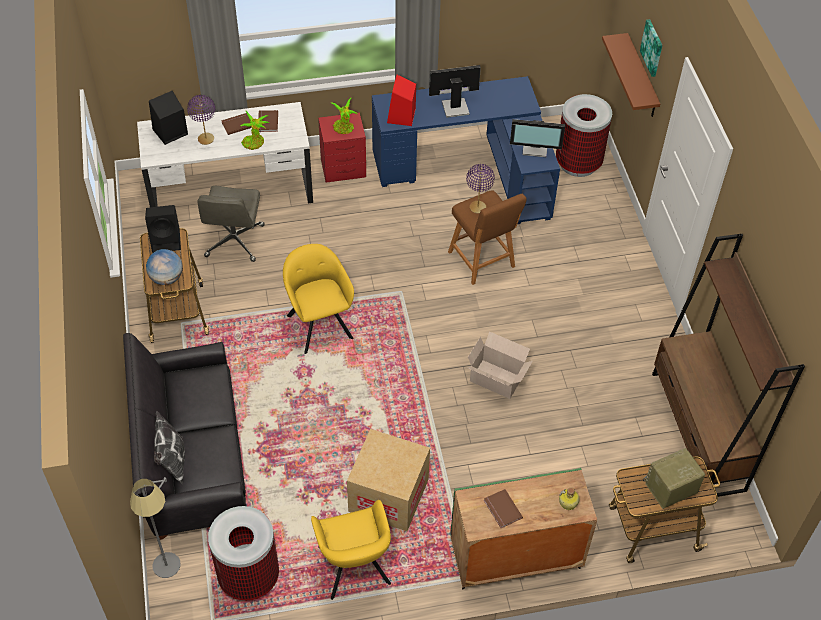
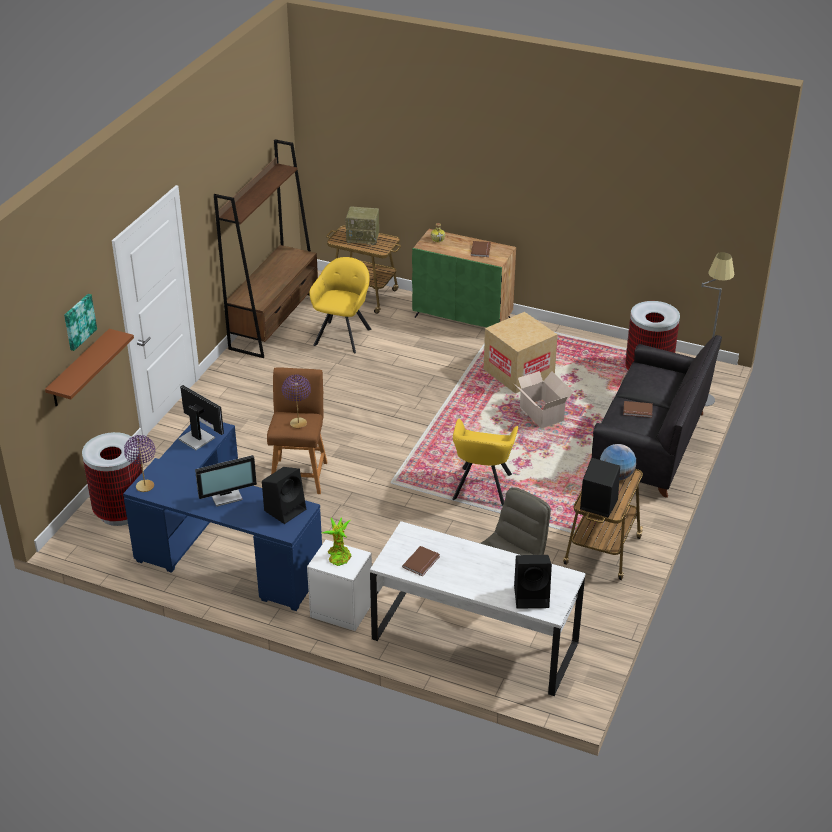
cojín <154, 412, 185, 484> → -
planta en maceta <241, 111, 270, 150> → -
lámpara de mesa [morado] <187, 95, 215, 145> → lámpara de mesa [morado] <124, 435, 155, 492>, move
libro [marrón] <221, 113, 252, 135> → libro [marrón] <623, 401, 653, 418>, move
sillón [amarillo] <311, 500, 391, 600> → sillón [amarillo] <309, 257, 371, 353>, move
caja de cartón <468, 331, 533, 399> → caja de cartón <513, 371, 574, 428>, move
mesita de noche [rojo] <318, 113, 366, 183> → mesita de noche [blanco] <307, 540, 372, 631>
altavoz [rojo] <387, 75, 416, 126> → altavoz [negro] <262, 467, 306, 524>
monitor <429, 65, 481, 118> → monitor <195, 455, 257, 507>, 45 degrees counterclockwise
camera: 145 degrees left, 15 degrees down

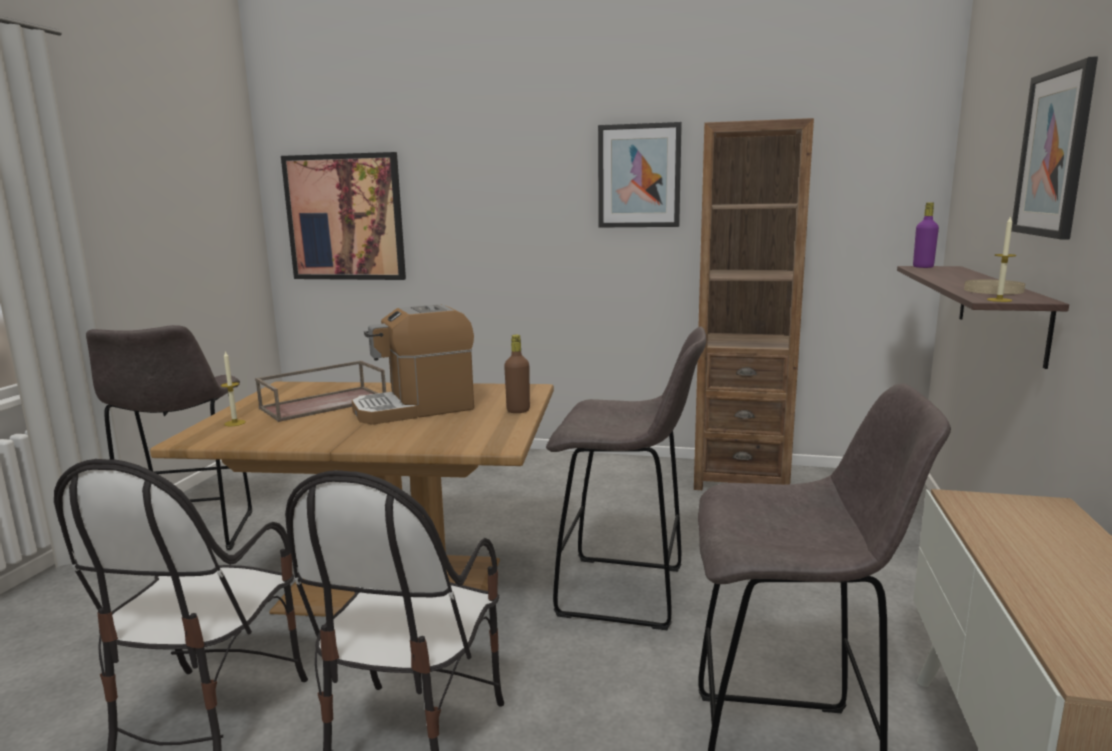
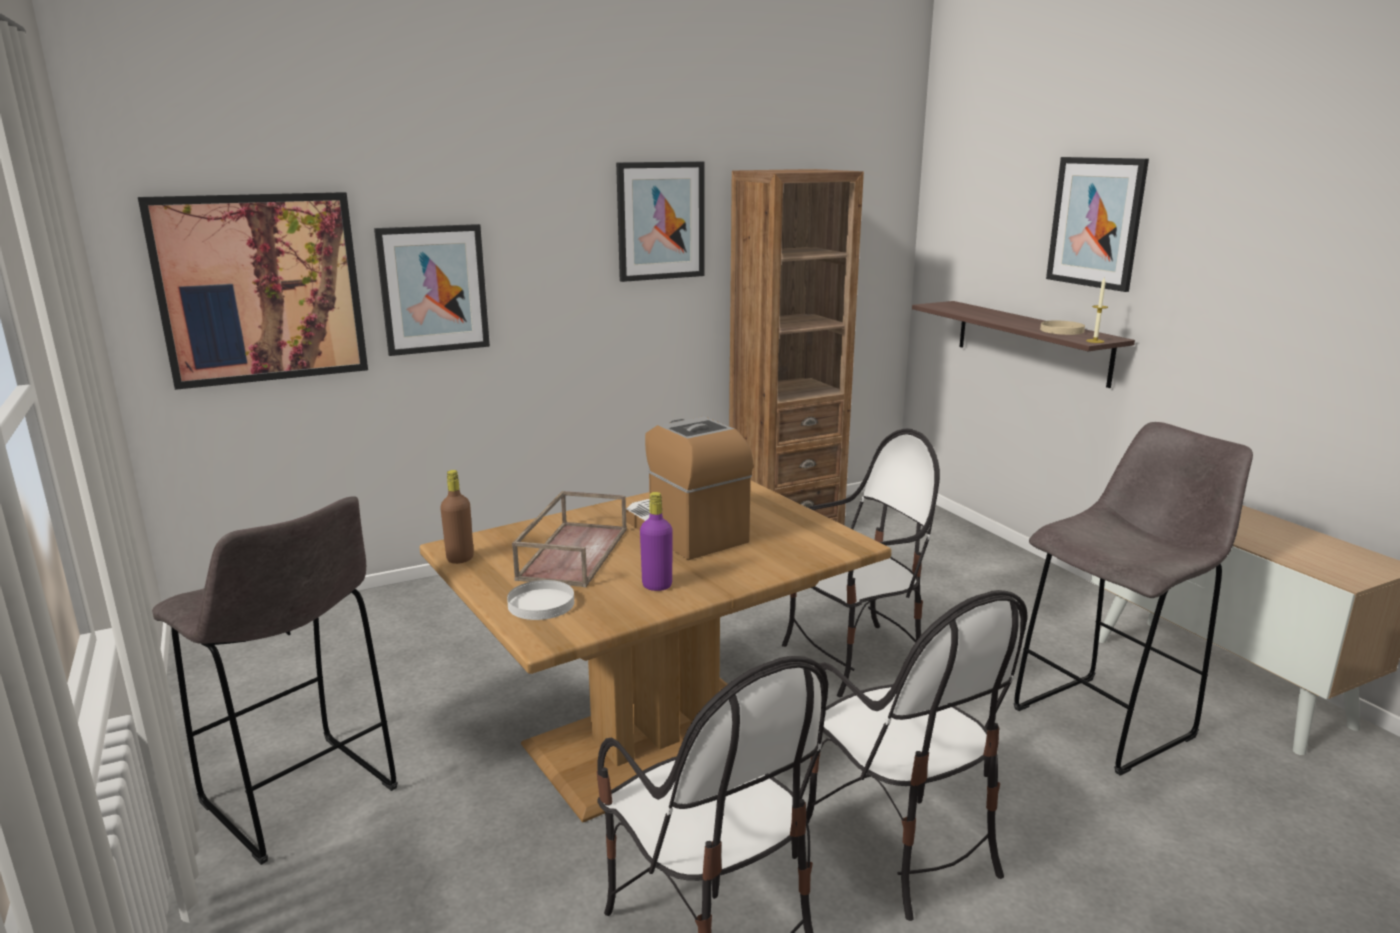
- → cuadro <374, 224, 490, 356>
botella [marrón] <504, 335, 530, 413> → botella [marrón] <440, 470, 474, 564>, move
botella [morado] <913, 202, 939, 268> → botella [morado] <640, 492, 673, 591>, move
vela <221, 351, 246, 427> → plato [blanco] <507, 580, 574, 620>
taburete [gris] <546, 327, 707, 630> → silla <782, 428, 940, 697>
cafetera <352, 304, 474, 425> → cafetera <626, 416, 753, 560>, 120 degrees clockwise
camera: 40 degrees left, 5 degrees up

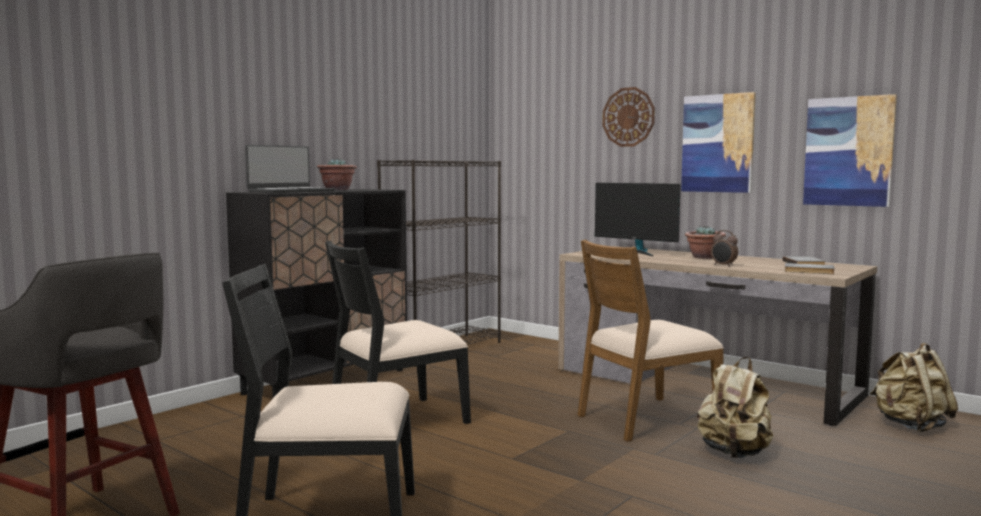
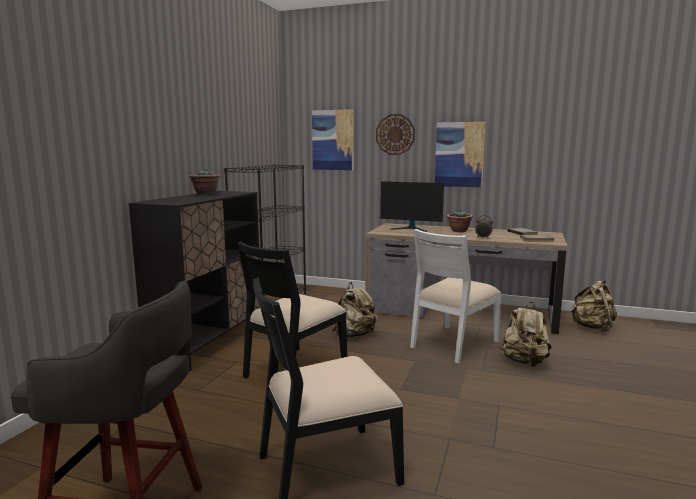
portátil <245, 145, 335, 193> → -
- → mochila [beis] <331, 282, 378, 337>
cuadro <803, 94, 897, 207> → cuadro <312, 109, 354, 170>, move
silla [marrón] <577, 240, 724, 442> → silla [blanco] <410, 229, 502, 363>
camera: 20 degrees left, 5 degrees up

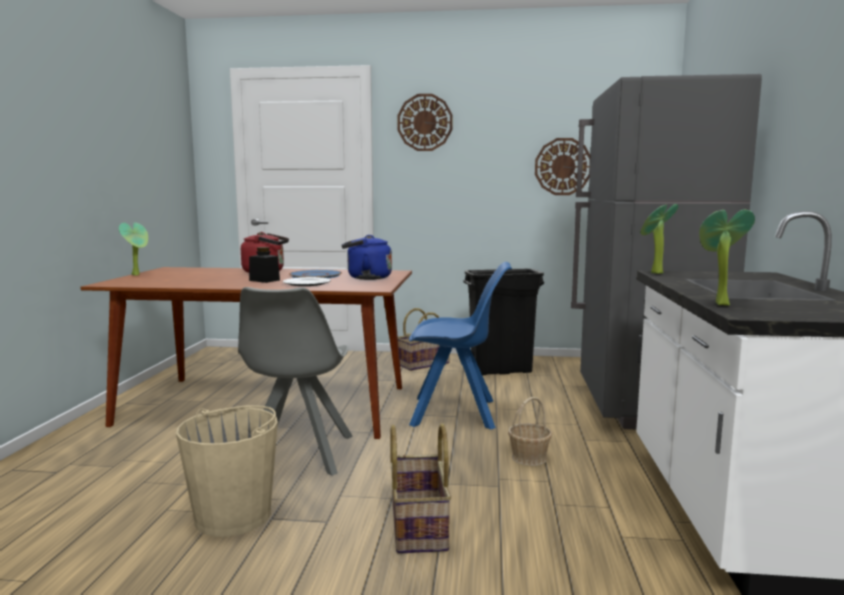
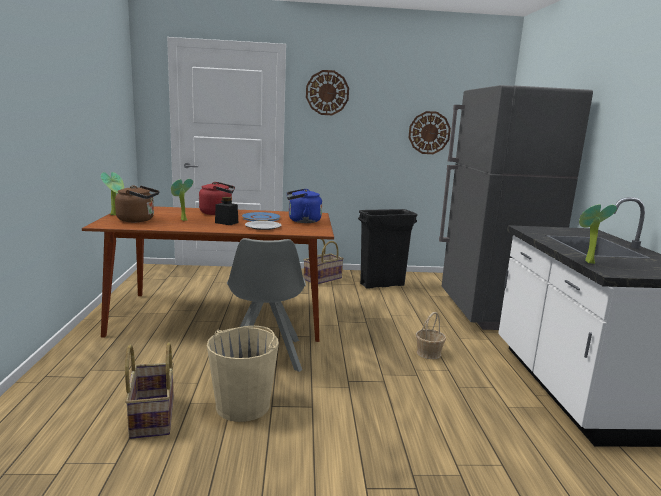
silla [azul] <409, 262, 512, 430> → -
- → hervidor [marrón] <115, 185, 159, 222>
cesta <390, 423, 451, 554> → cesta <125, 342, 174, 439>, move
planta en maceta <640, 204, 678, 274> → planta en maceta <171, 179, 193, 221>, move
camera: 10 degrees left, 5 degrees up

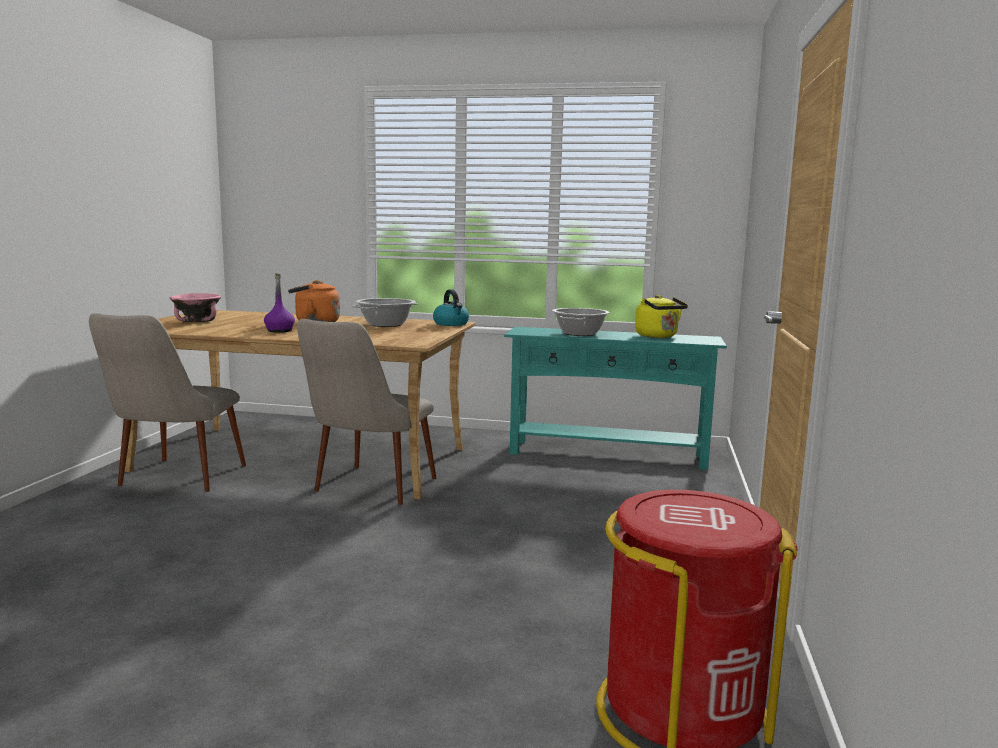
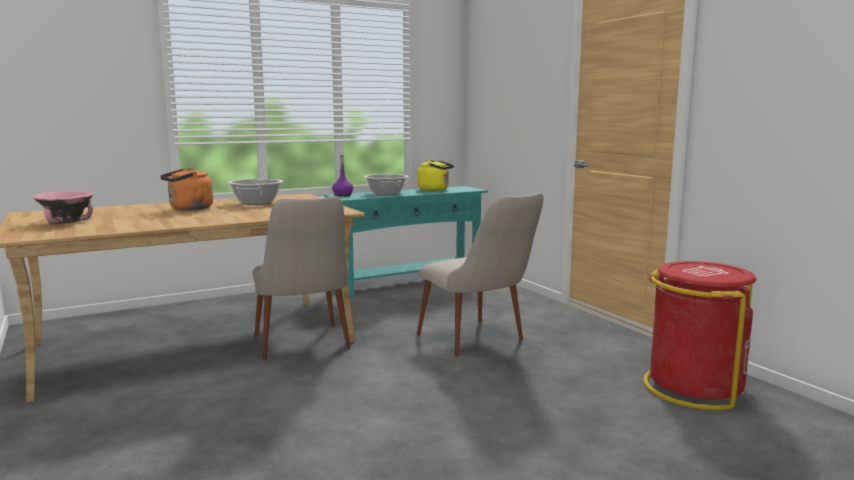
hervidor <433, 289, 469, 326> → -
silla [beis] <89, 313, 246, 492> → silla [beis] <417, 193, 543, 357>, move
botella [morado] <264, 273, 295, 333> → botella [morado] <332, 155, 353, 196>, move
camera: 40 degrees left, 0 degrees up

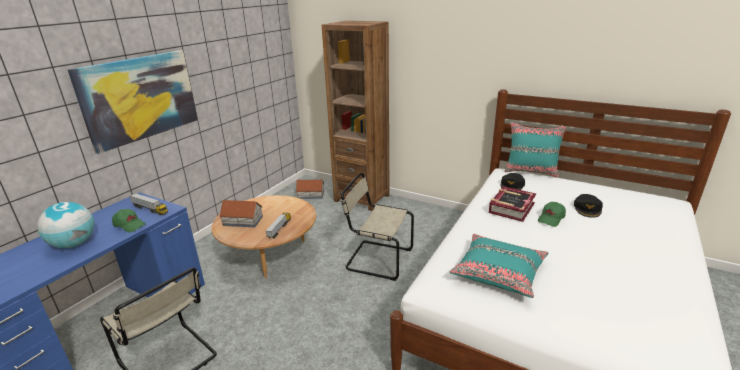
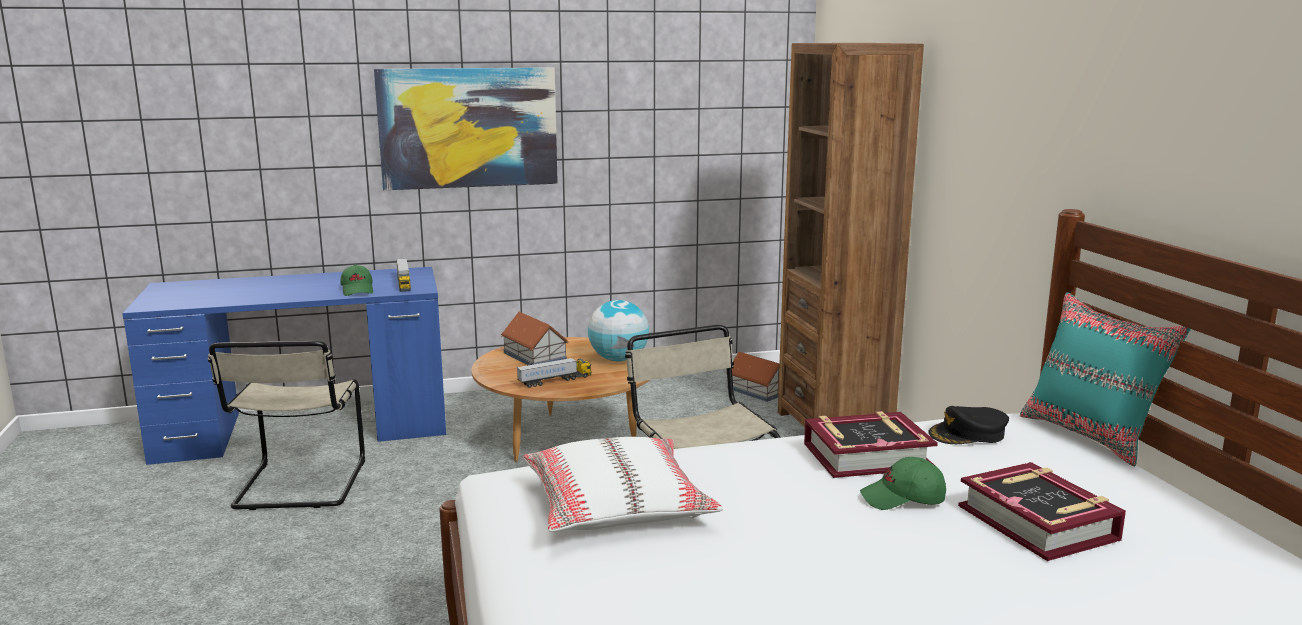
globo terráqueo <37, 202, 94, 248> → globo terráqueo <588, 300, 649, 361>, move
gorra [negro] <574, 194, 603, 218> → libro <958, 462, 1126, 561>
cojín [turquesa] <449, 234, 549, 298> → cojín [blanco] <523, 437, 723, 532>
camera: 45 degrees right, 10 degrees down

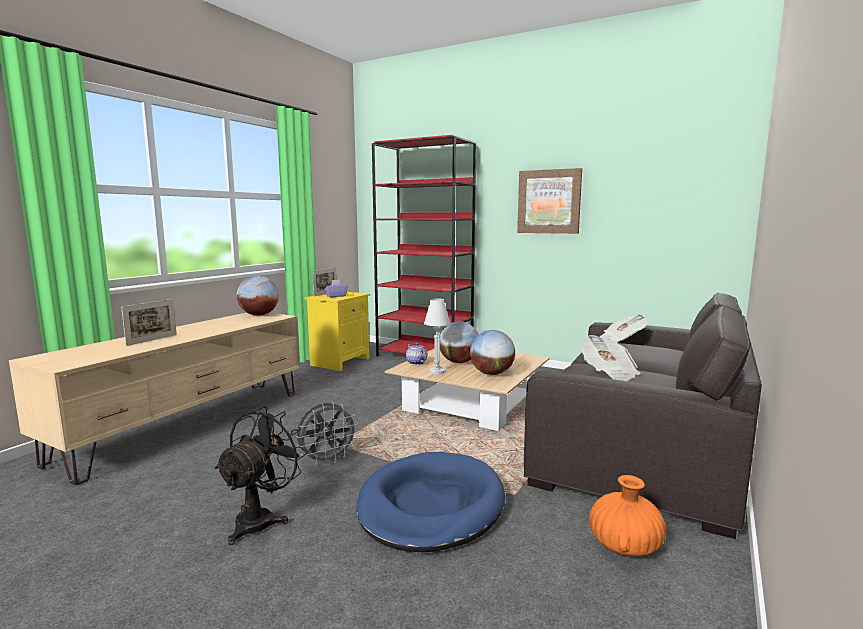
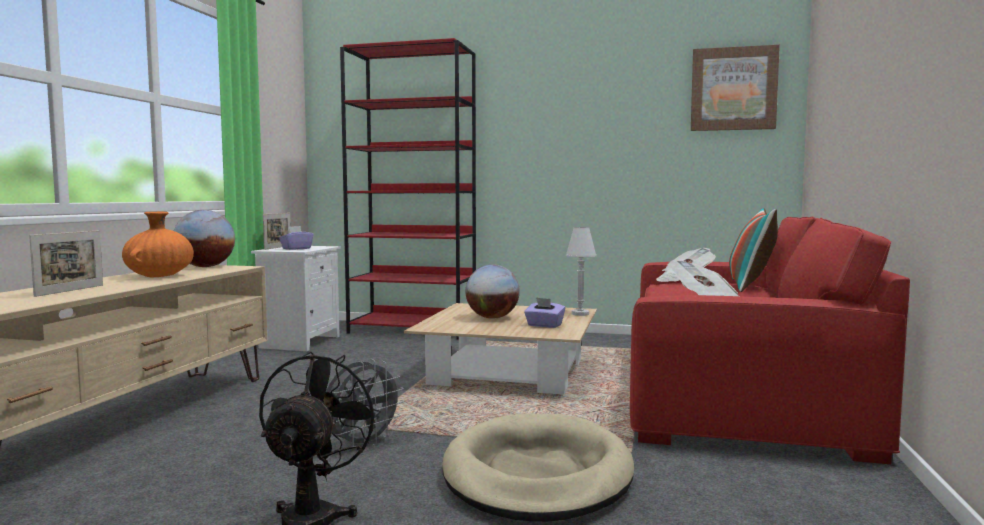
tetera <406, 343, 427, 365> → -
- → cojín <729, 208, 778, 292>
lámpara de mesa [blanco] <424, 298, 450, 374> → lámpara de mesa [blanco] <566, 227, 596, 316>, move
cuadro <517, 168, 582, 234> → cuadro <691, 45, 780, 131>, move
florero [naranja] <589, 475, 666, 556> → florero [naranja] <122, 212, 194, 277>, move
globo terráqueo <470, 330, 515, 375> → caja de pañuelos [morado] <524, 297, 565, 328>
mesita de noche [amarillo] <304, 292, 370, 371> → mesita de noche [blanco] <251, 246, 341, 351>
cama para perro [azul] <356, 452, 505, 552> → cama para perro [beis] <442, 413, 634, 522>
sofá [gris] <524, 293, 762, 539> → sofá [rojo] <630, 217, 910, 464>
camera: 15 degrees left, 5 degrees down

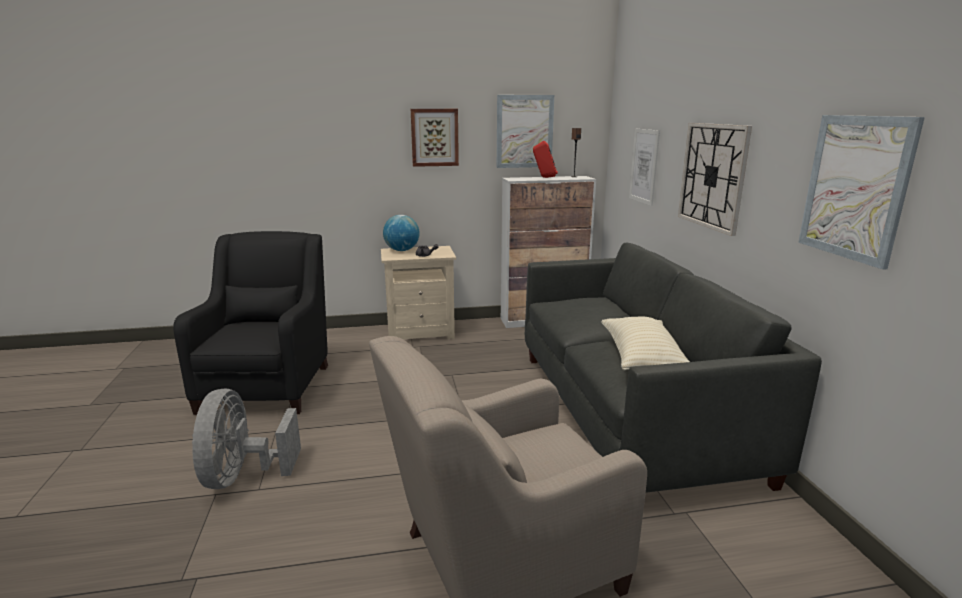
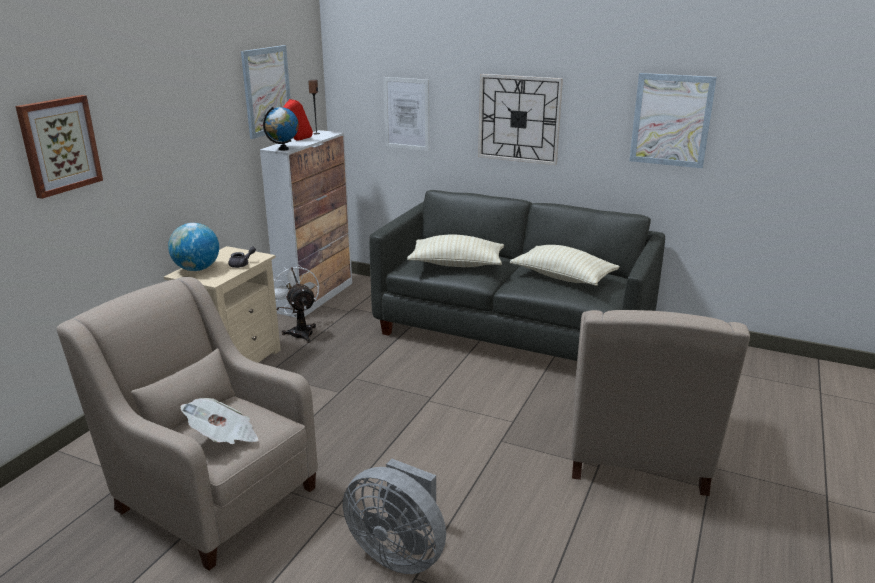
- → periódico <180, 398, 259, 444>
- → globo terráqueo <263, 107, 299, 150>
- → ventilador [blanco] <273, 264, 319, 343>
- → cojín [beis] <407, 234, 504, 267>
cuadro <411, 109, 459, 167> → cuadro <15, 95, 103, 199>, move
sillón [negro] <173, 231, 328, 415> → sillón [beis] <57, 277, 318, 571>
camera: 55 degrees left, 5 degrees up

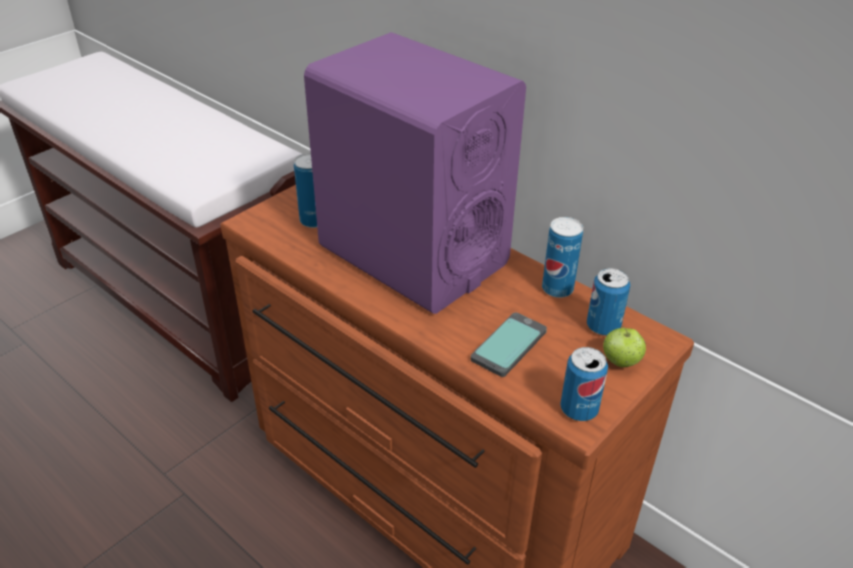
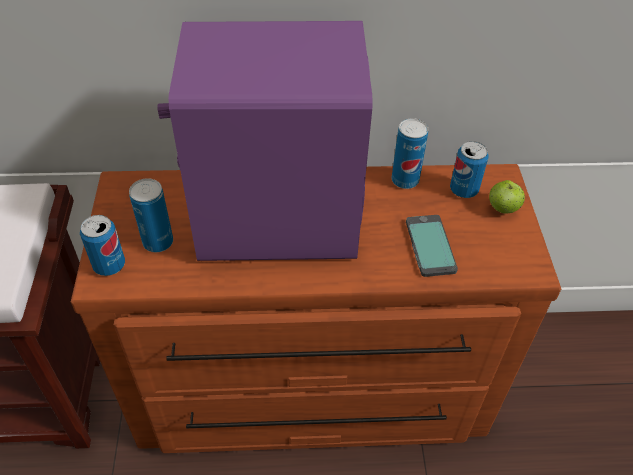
lata <560, 347, 608, 421> → lata <80, 215, 125, 276>, move
camera: 45 degrees left, 10 degrees up

